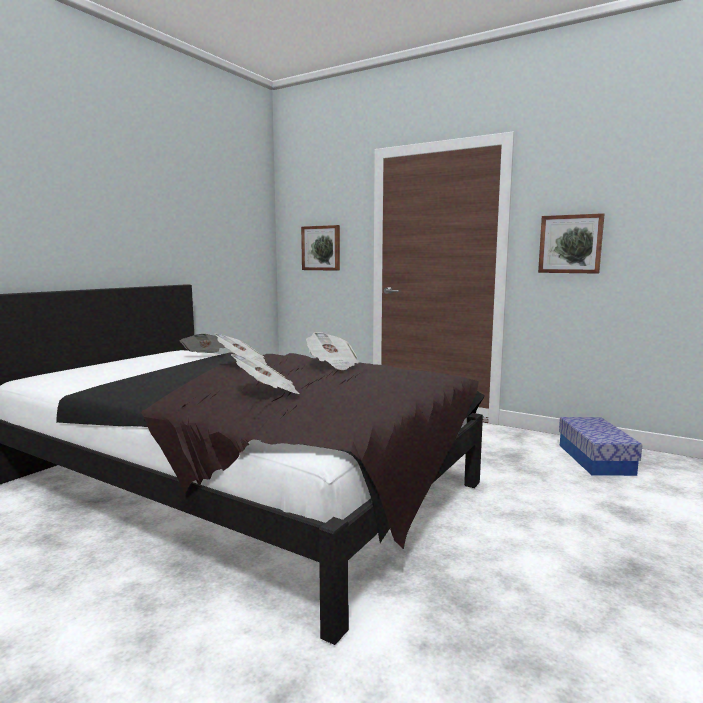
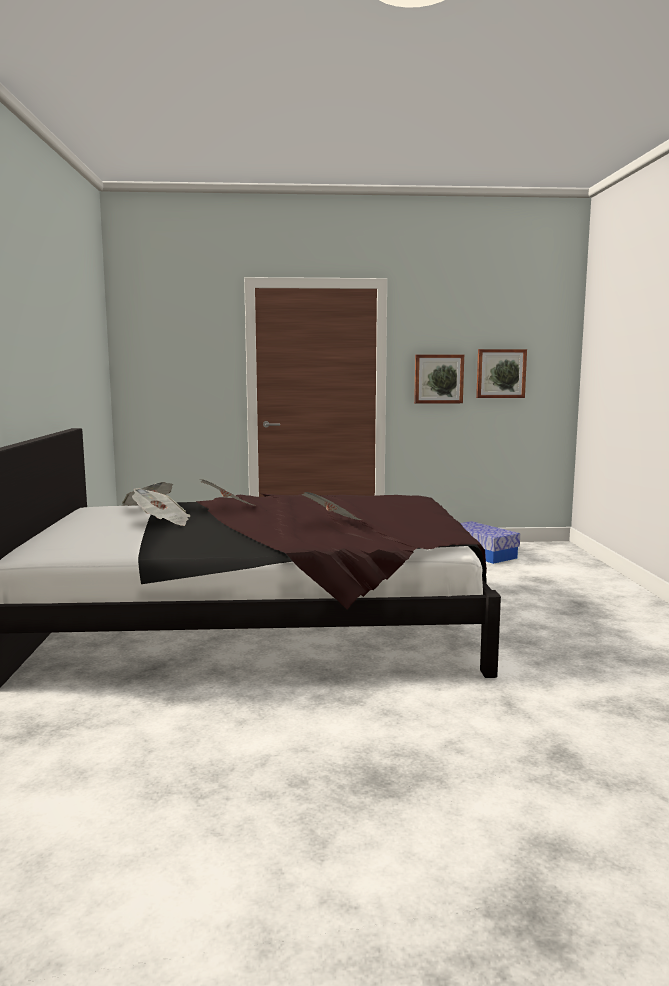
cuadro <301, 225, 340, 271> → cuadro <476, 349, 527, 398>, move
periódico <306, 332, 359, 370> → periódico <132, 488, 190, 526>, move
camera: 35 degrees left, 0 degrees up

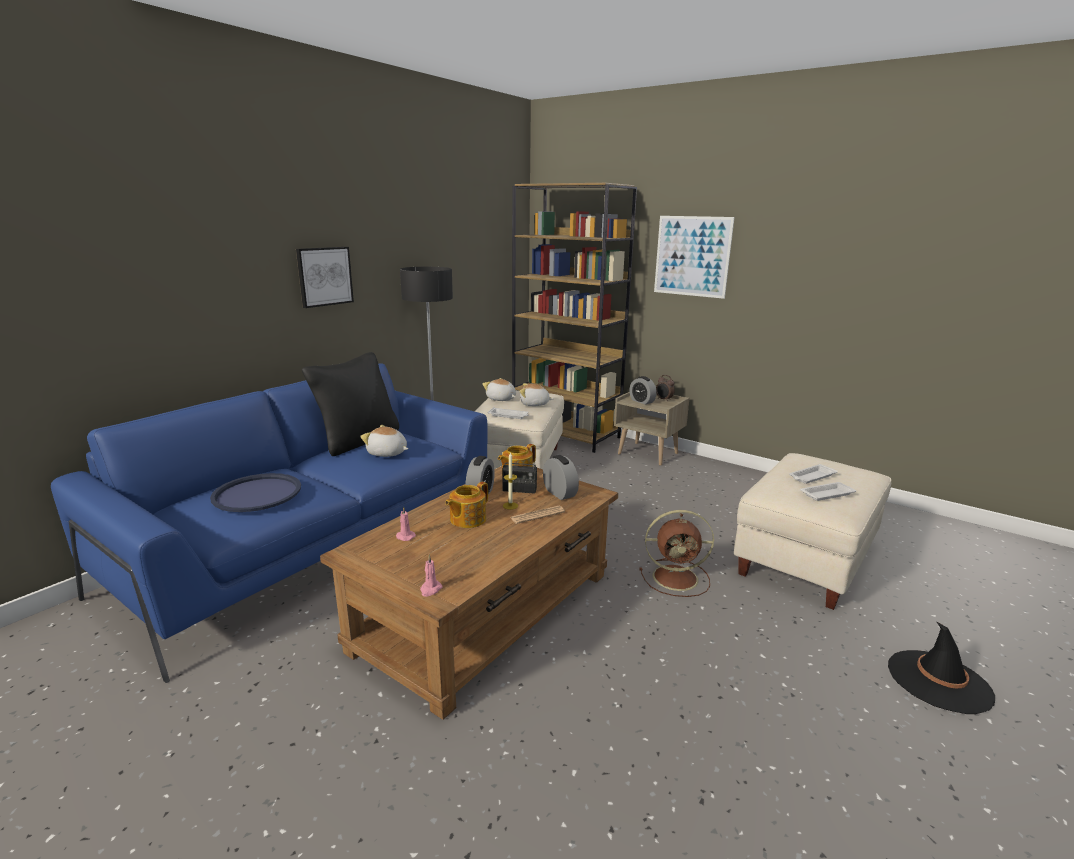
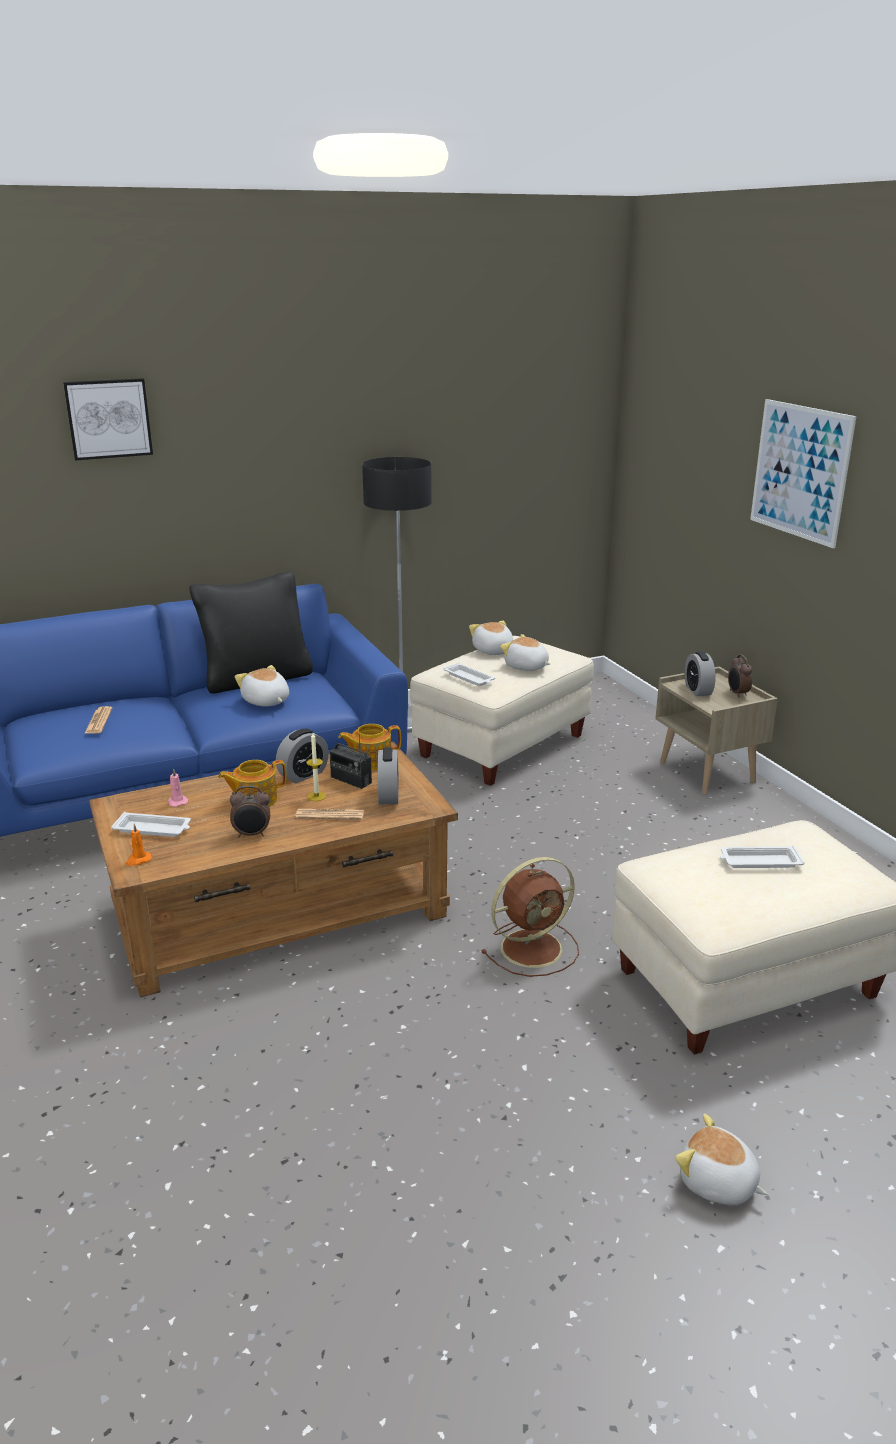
estantería [marrón] <512, 183, 637, 453> → -
- → despertador <230, 786, 270, 837>
cuadro <296, 247, 354, 308> → cuadro <63, 378, 153, 461>, move
bandeja [blanco] <800, 482, 856, 501> → bandeja [blanco] <111, 812, 191, 837>, move
bandeja [azul] <210, 473, 301, 512> → periódico <84, 706, 113, 734>
sombrero [negro] <888, 621, 995, 714> → peluche <675, 1113, 767, 1205>
vela [rosa] <420, 555, 443, 597> → vela [naranja] <125, 824, 152, 866>
ventilador [marrón] <639, 510, 714, 597> → ventilador [marrón] <481, 857, 579, 977>, 60 degrees counterclockwise
camera: 30 degrees right, 5 degrees up

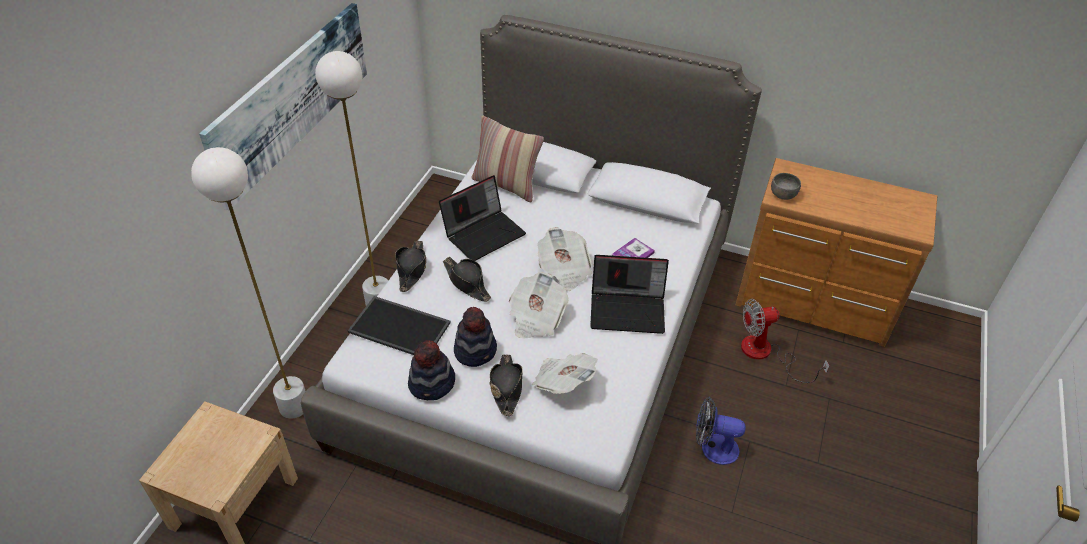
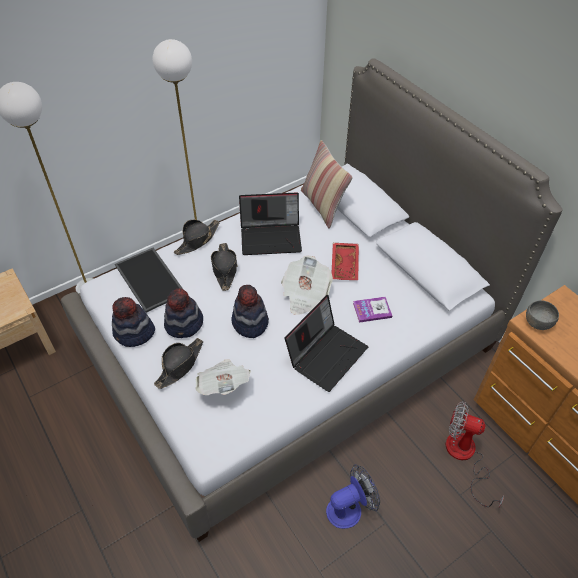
cuadro <199, 3, 367, 211> → -
- → bandeja [rojo] <332, 243, 359, 280>
periódico <509, 272, 568, 338> → sombrero <232, 285, 269, 338>
portátil <590, 255, 669, 334> → portátil <285, 295, 368, 392>, 90 degrees counterclockwise
ventilador <696, 396, 746, 465> → ventilador <326, 464, 380, 529>, 105 degrees clockwise
camera: 35 degrees right, 5 degrees up

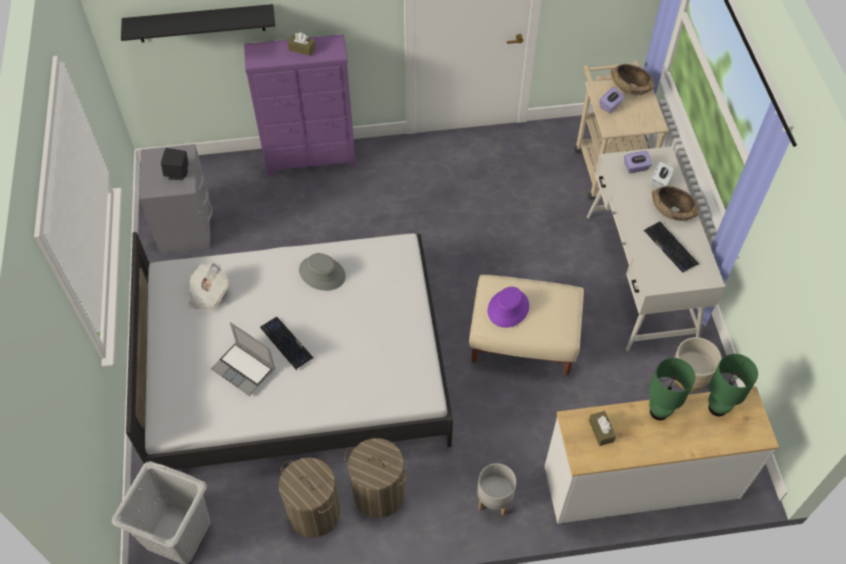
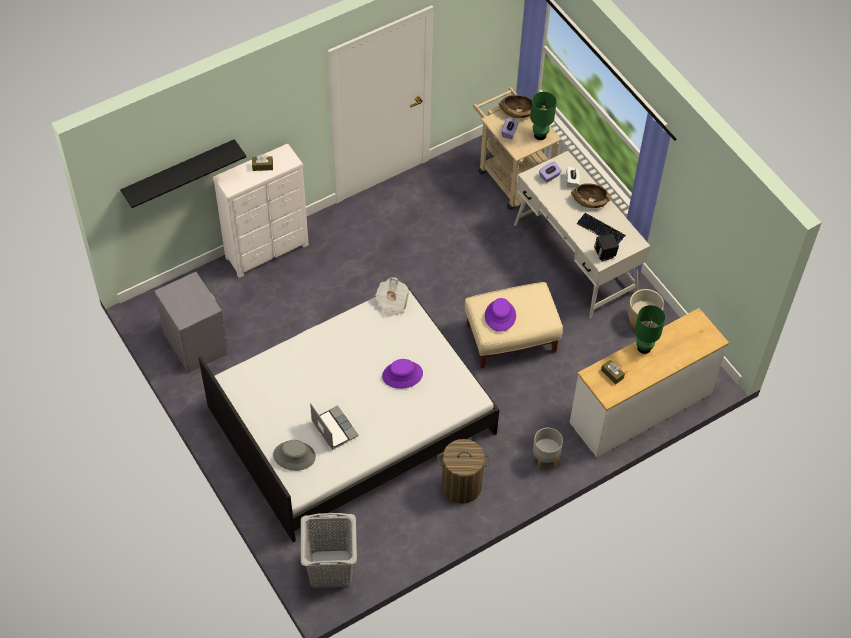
teclado <260, 317, 314, 369> → -
cesto de la ropa <279, 458, 340, 538> → -
- → sombrero [morado] <382, 359, 423, 389>
altavoz [negro] <161, 148, 189, 180> → altavoz [negro] <594, 234, 619, 261>, move
periódico <188, 263, 229, 310> → periódico <375, 277, 409, 318>, move
sombrero [gris] <299, 253, 346, 291> → sombrero [gris] <273, 440, 316, 471>, move
lámpara de mesa [verde] <708, 354, 758, 417> → lámpara de mesa [verde] <530, 92, 557, 140>, move
cómoda [morado] <244, 34, 356, 175> → cómoda [blanco] <213, 143, 309, 278>
portátil <211, 322, 275, 396> → portátil <310, 403, 359, 450>, 135 degrees counterclockwise
camera: 25 degrees left, 0 degrees up

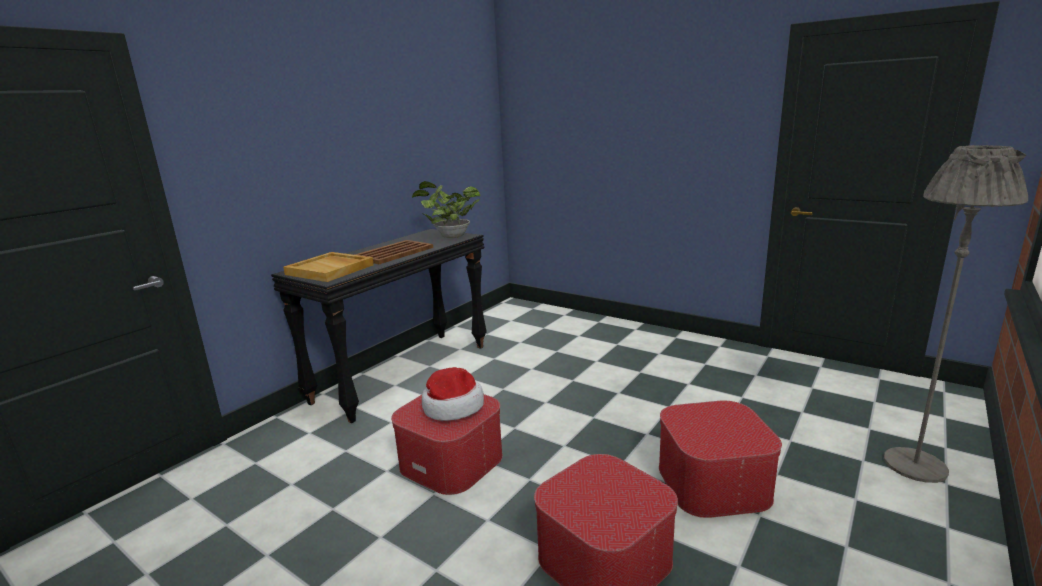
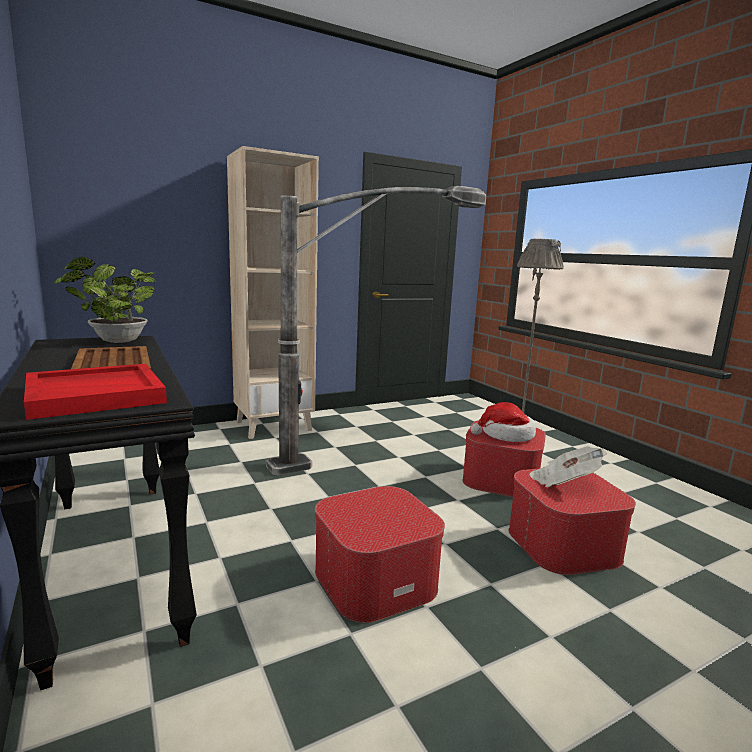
- → estantería [beis] <227, 146, 319, 439>
- → lámpara de pie <266, 186, 486, 475>
- → periódico <529, 446, 607, 487>
sombrero <422, 367, 484, 421> → sombrero <471, 402, 536, 442>, move
bandeja [beis] <283, 252, 374, 282> → bandeja [rojo] <24, 364, 167, 420>
camera: 65 degrees left, 5 degrees down

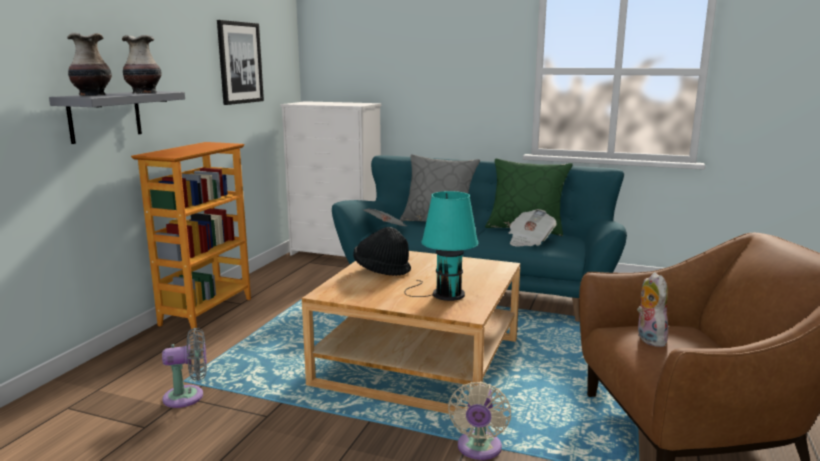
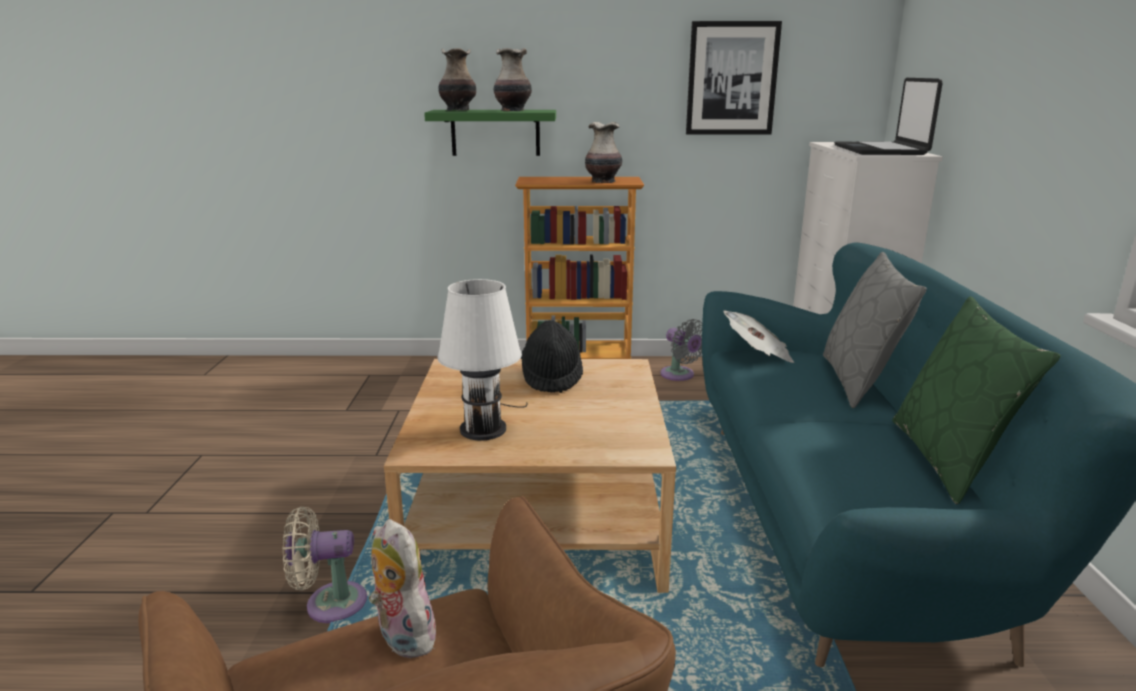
periódico <509, 209, 557, 247> → -
- → florero <585, 122, 622, 183>
- → portátil <834, 78, 943, 155>
ventilador [gris] <162, 328, 207, 408> → ventilador [gris] <660, 319, 702, 381>, move
estante [gris] <49, 91, 185, 144> → estante [verde] <424, 110, 556, 156>
lámpara de mesa [turquesa] <405, 191, 478, 301> → lámpara de mesa [blanco] <437, 279, 528, 440>
peluche <637, 272, 668, 347> → peluche <369, 519, 436, 658>, 105 degrees counterclockwise
camera: 70 degrees right, 5 degrees up

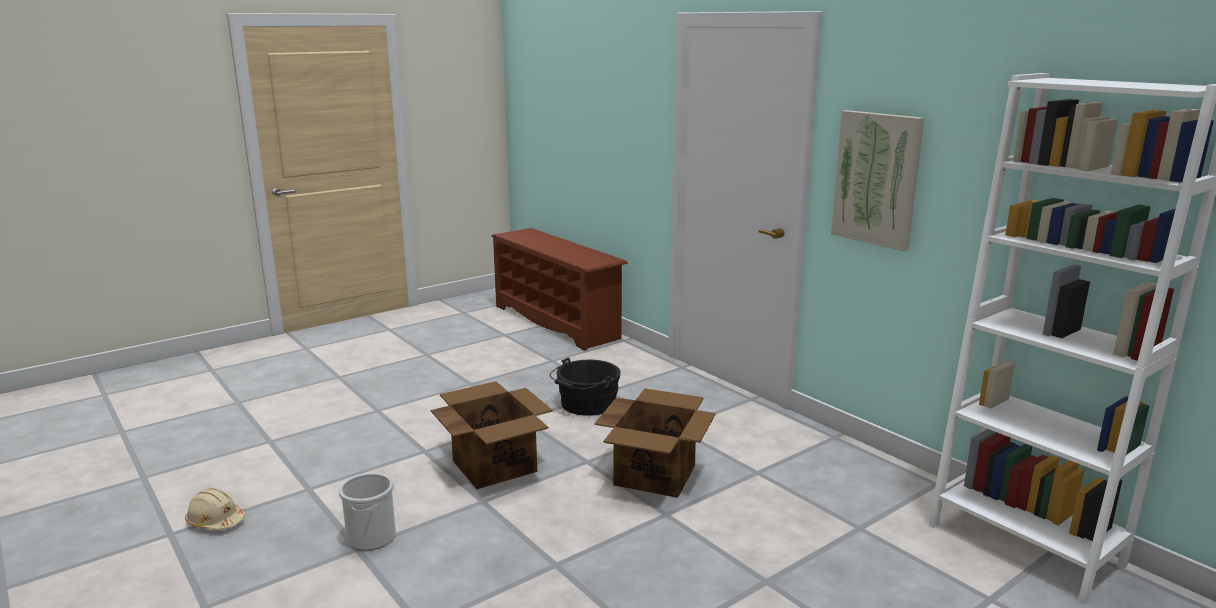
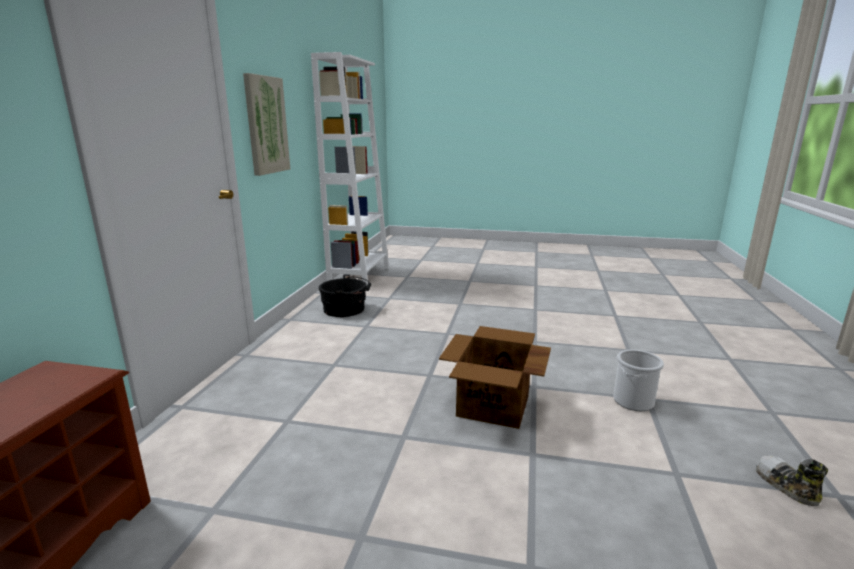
caja de cartón <595, 388, 716, 498> → -
cubo [negro] <550, 357, 621, 416> → cubo [negro] <319, 275, 371, 317>, move
casco [beis] <185, 488, 245, 530> → zapato <756, 455, 828, 506>
camera: 130 degrees left, 0 degrees up

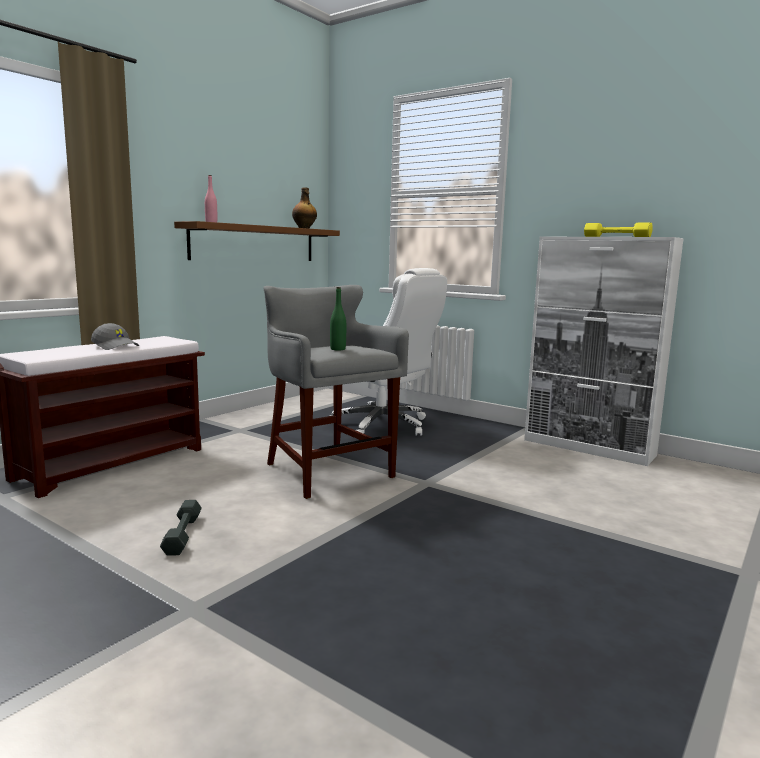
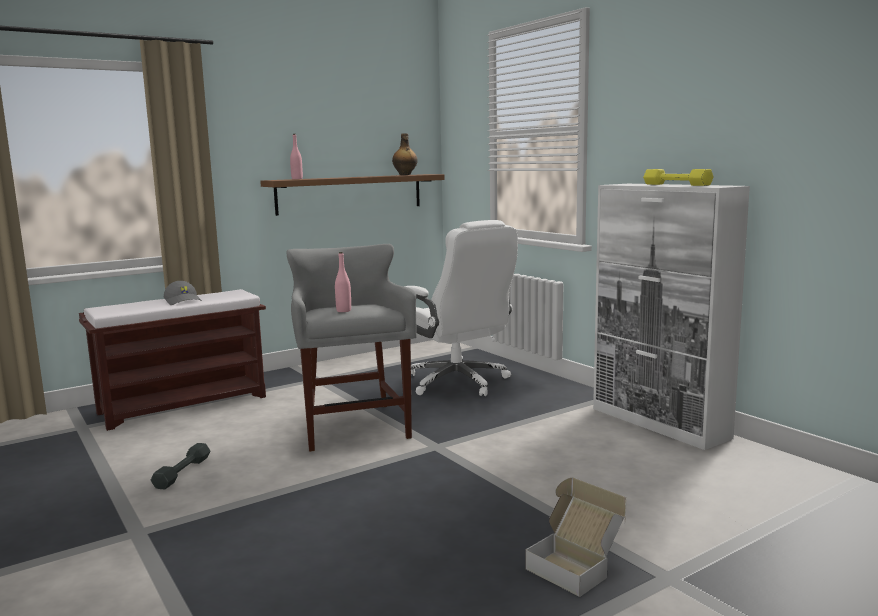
- → caja de cartón <525, 477, 626, 597>
botella [verde] <330, 287, 346, 350> → botella [rosa] <335, 252, 351, 312>
camera: 20 degrees right, 0 degrees up

